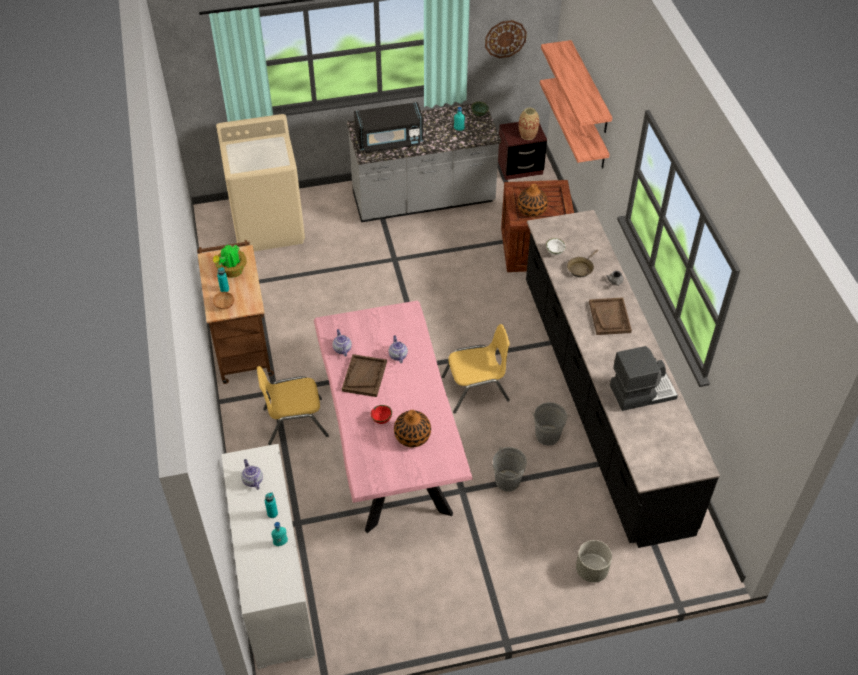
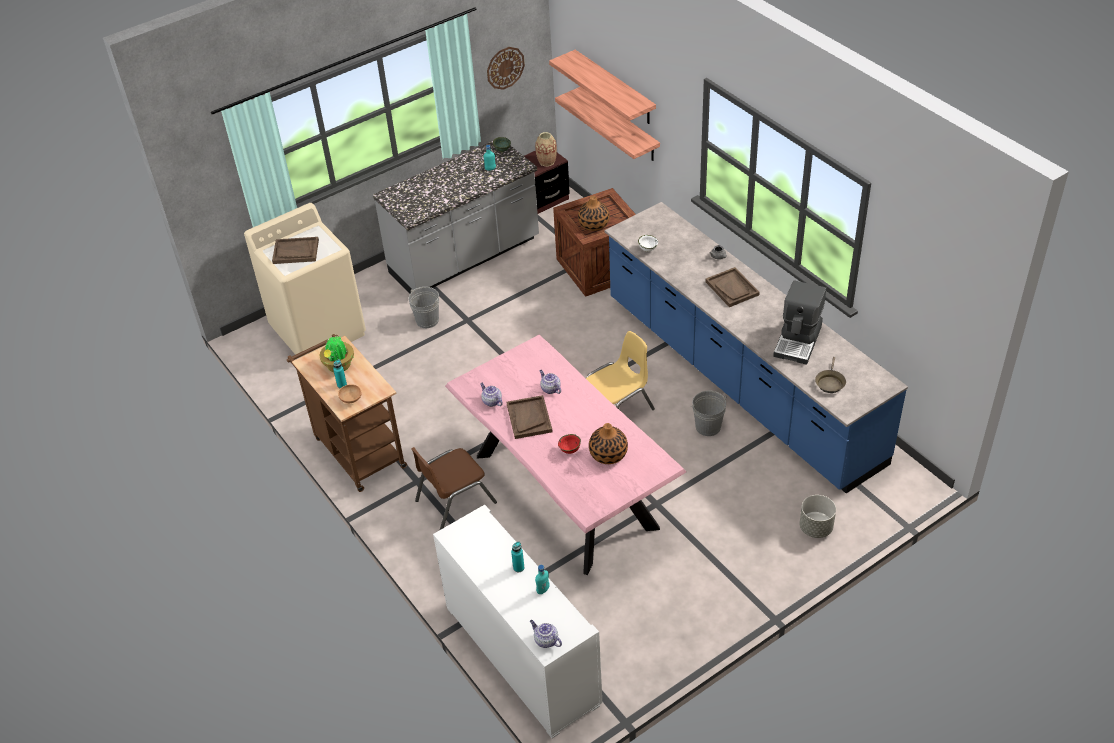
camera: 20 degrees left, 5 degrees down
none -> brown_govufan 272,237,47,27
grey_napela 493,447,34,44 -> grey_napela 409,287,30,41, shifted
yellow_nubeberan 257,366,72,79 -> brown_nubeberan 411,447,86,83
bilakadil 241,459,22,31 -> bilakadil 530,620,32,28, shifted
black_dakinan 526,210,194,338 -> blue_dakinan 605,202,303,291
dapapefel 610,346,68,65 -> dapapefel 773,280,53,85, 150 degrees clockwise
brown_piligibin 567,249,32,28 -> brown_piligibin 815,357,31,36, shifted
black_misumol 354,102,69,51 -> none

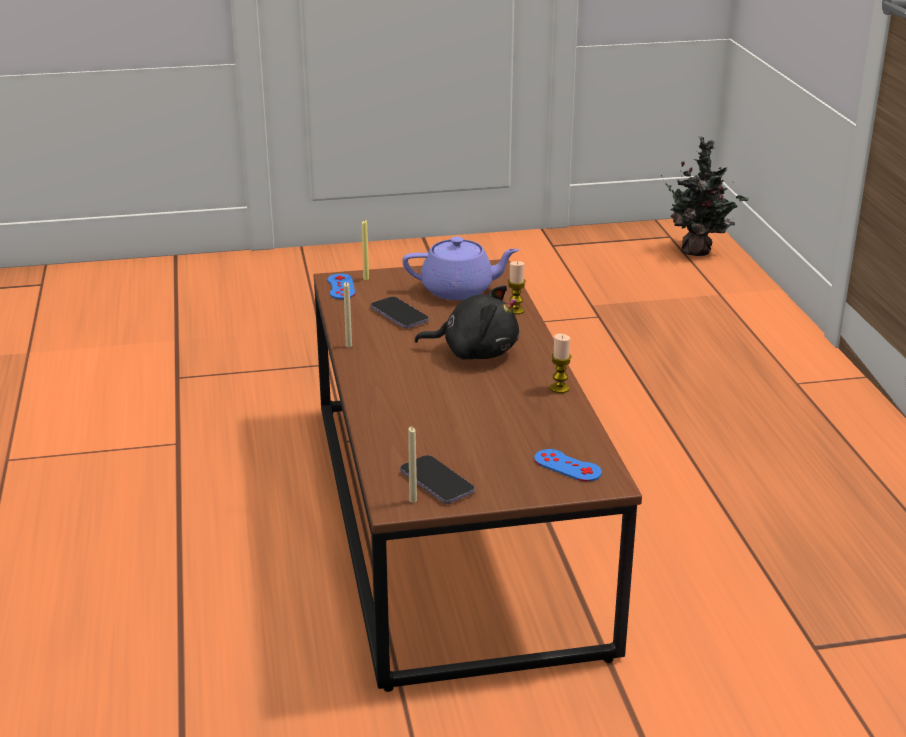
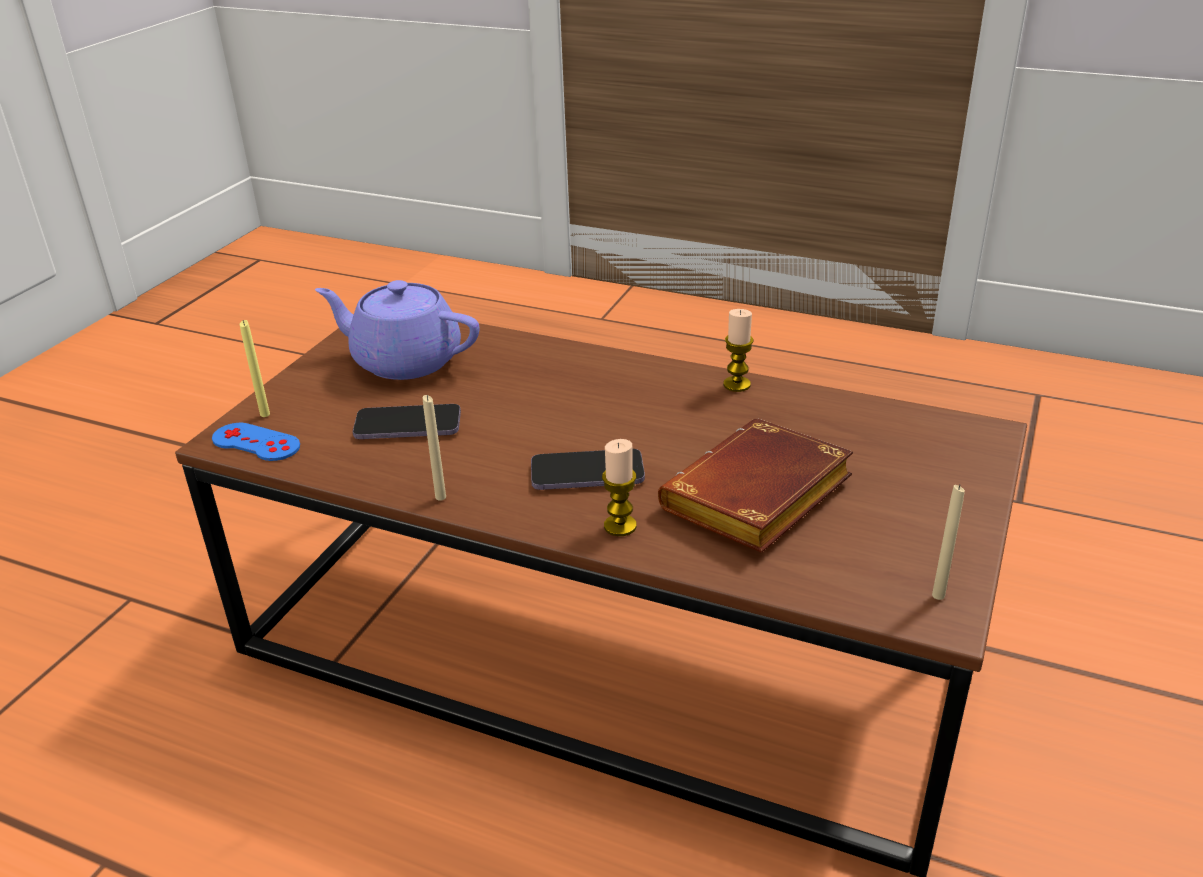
camera: 55 degrees left, 5 degrees up
purple_bilakadil 402,237,117,63 -> purple_bilakadil 315,280,165,100, 105 degrees counterclockwise
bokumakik 400,455,75,49 -> bokumakik 531,449,114,41, shifted
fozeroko 508,261,18,54 -> fozeroko 602,439,35,97, shifted
none -> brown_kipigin 658,418,195,135
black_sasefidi 414,285,105,75 -> none
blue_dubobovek 534,449,68,33 -> none
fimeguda 661,137,88,119 -> none

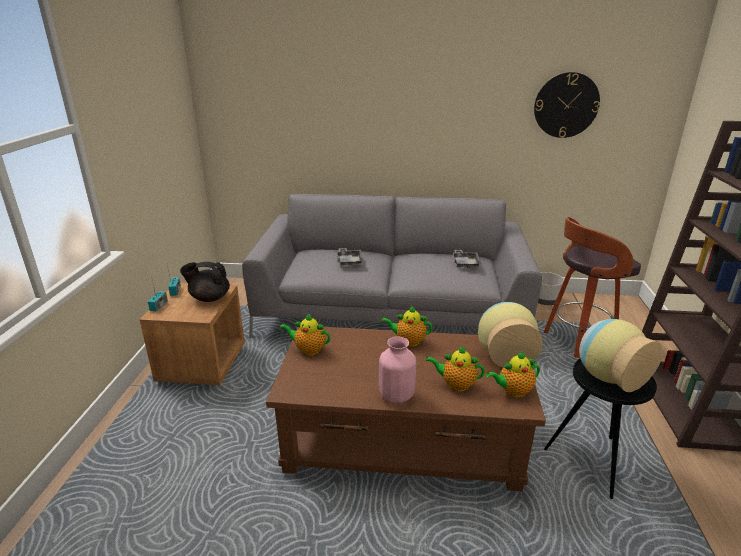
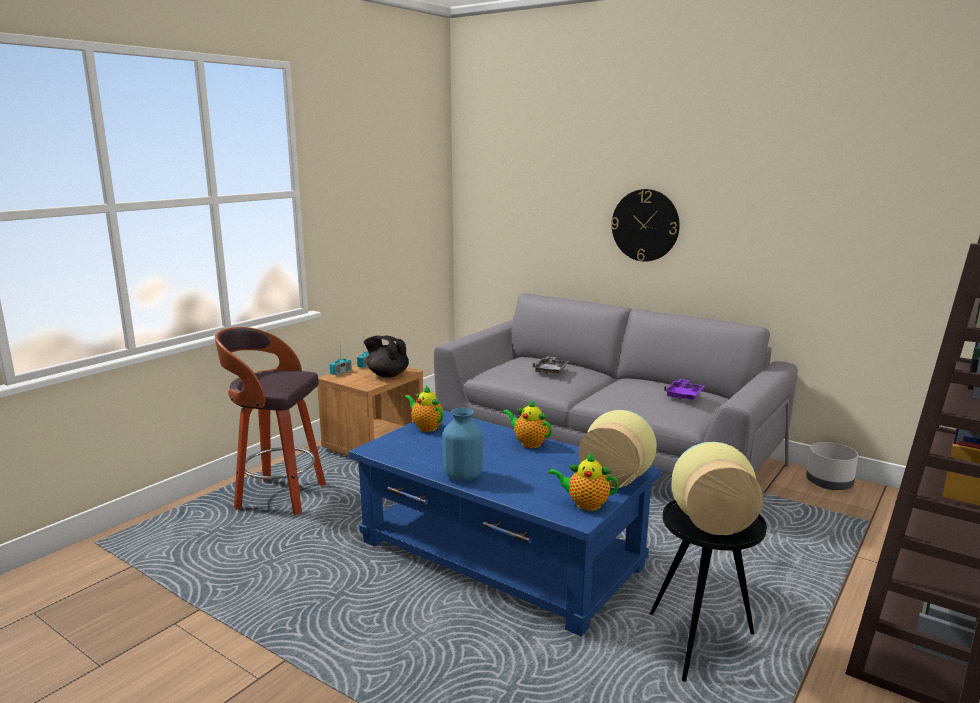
camera: 30 degrees right, 10 degrees down
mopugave 544,217,97,141 -> mopugave 215,327,111,188, shifted
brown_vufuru 266,327,280,165 -> blue_vufuru 349,410,312,226
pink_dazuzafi 379,336,37,67 -> blue_dazuzafi 443,408,40,73
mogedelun 534,72,66,66 -> mogedelun 611,189,69,73, shifted
grey_govufan 453,250,28,18 -> purple_govufan 664,379,41,21
bilakadil 426,346,59,45 -> none

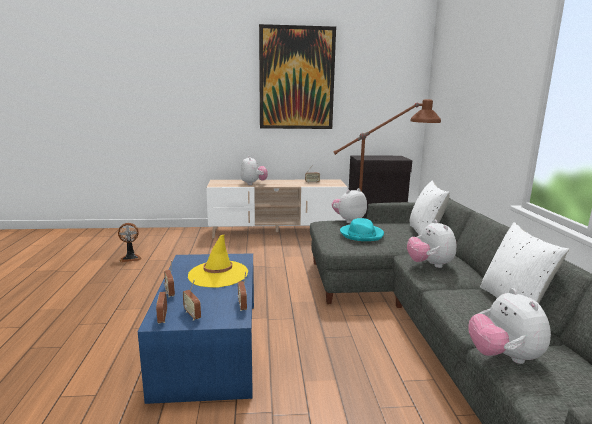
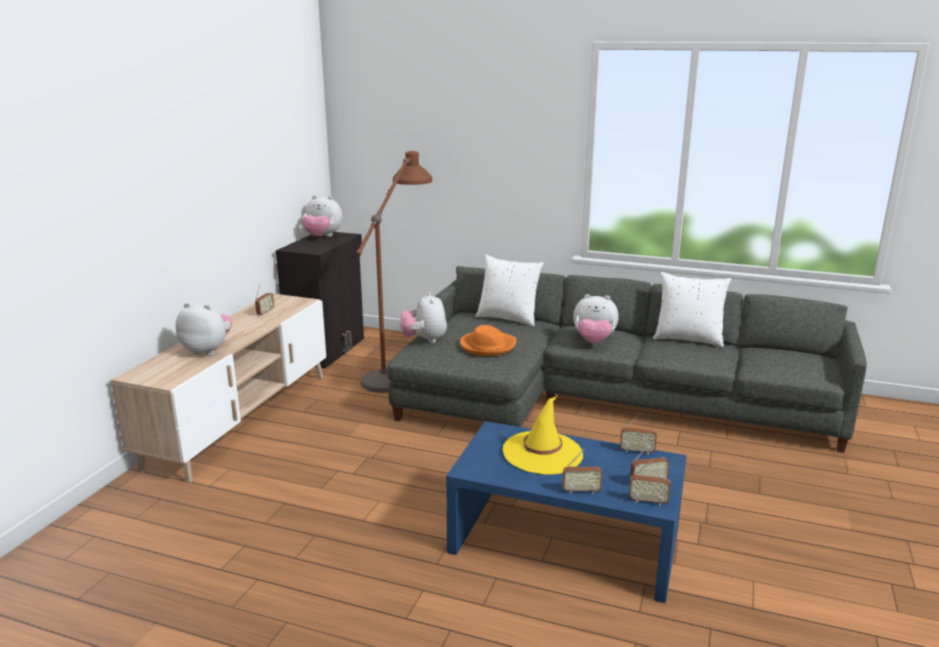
camera: 65 degrees left, 5 degrees up
sasefidi 469,288,82,76 -> sasefidi 302,195,40,42, shifted
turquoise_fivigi 340,218,44,23 -> orange_fivigi 460,325,57,31
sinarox 118,223,24,39 -> none
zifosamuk 259,24,77,105 -> none

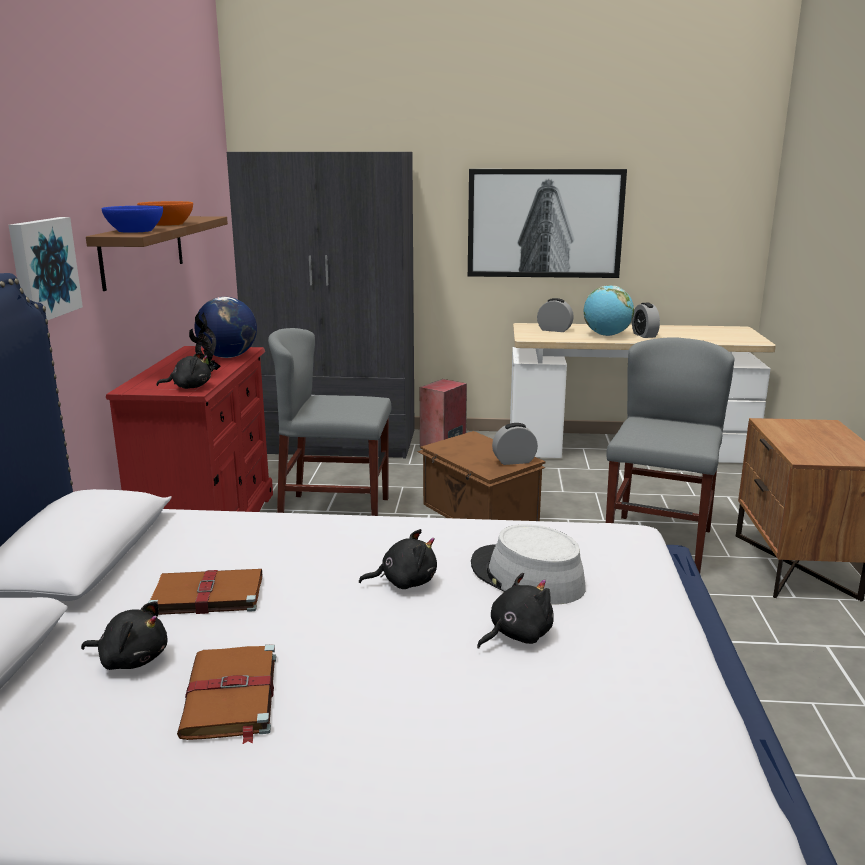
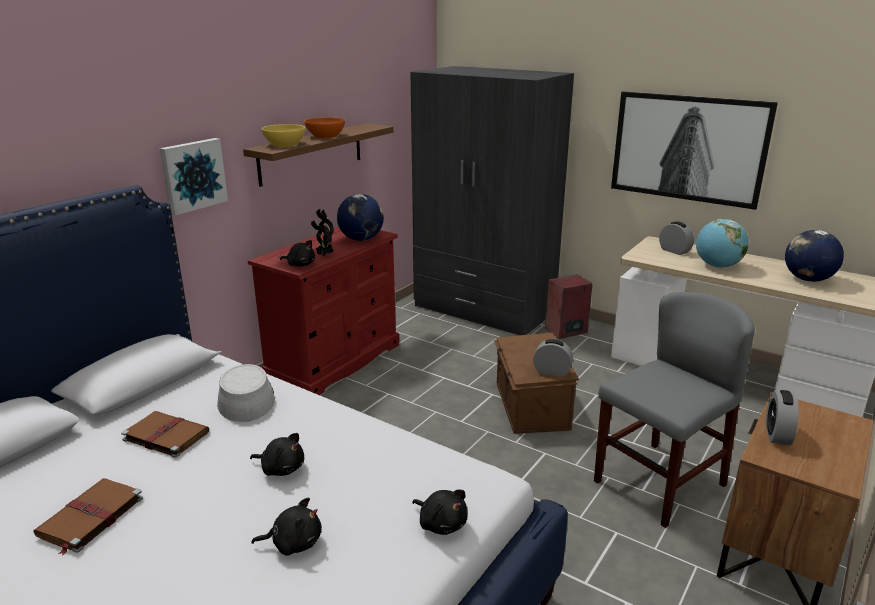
camera: 30 degrees right, 5 degrees up
grey_fivigi 471,524,115,81 -> grey_fivigi 217,364,58,58, shifted
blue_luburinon 102,206,61,27 -> yellow_luburinon 262,124,43,23
black_sasefidi 81,601,86,69 -> black_sasefidi 412,489,56,46, shifted
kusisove 632,303,28,35 -> kusisove 766,390,33,56, shifted
none -> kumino 785,230,59,52
grey_nubeberan 268,328,123,188 -> none

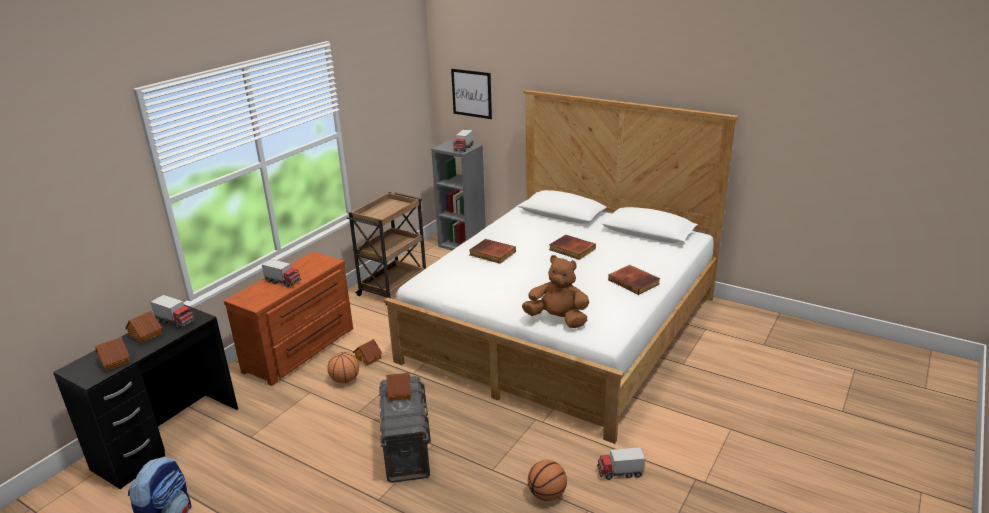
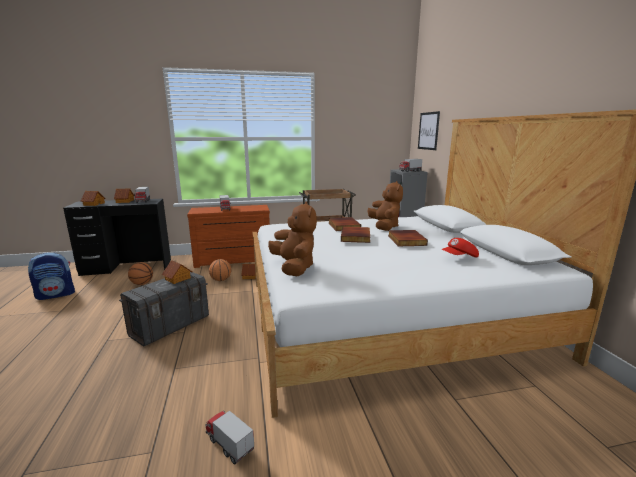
camera: 45 degrees right, 10 degrees down
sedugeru 528,460,39,41 -> sedugeru 128,262,25,23, shifted
kipigin 608,265,52,30 -> kipigin 341,227,29,16, shifted
none -> brown_sasefidi 368,181,35,50
none -> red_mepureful 442,238,37,19

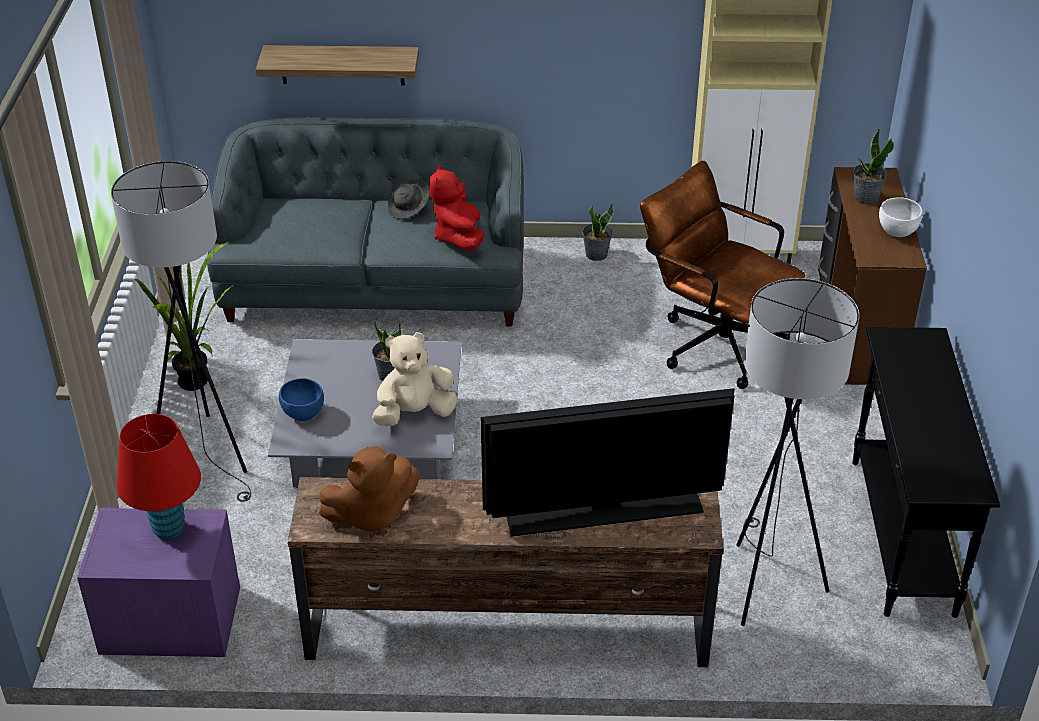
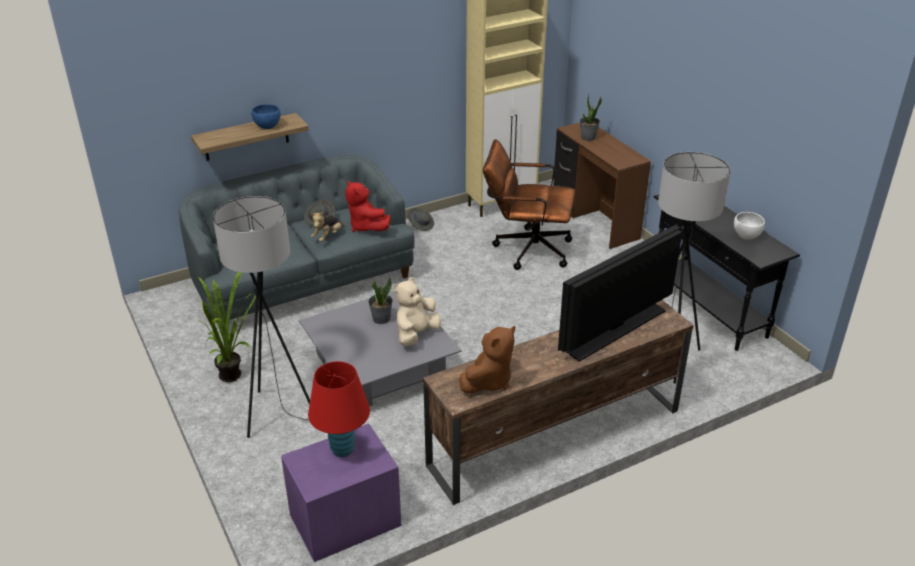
camera: 30 degrees left, 5 degrees down
blue_luburinon 279,378,45,43 -> blue_luburinon 251,104,30,25, shifted
none -> sasefidi 311,212,33,30
fimeguda 582,203,31,58 -> grey_fivigi 407,208,27,23
white_luburinon 879,197,44,40 -> white_luburinon 734,212,31,28, shifted

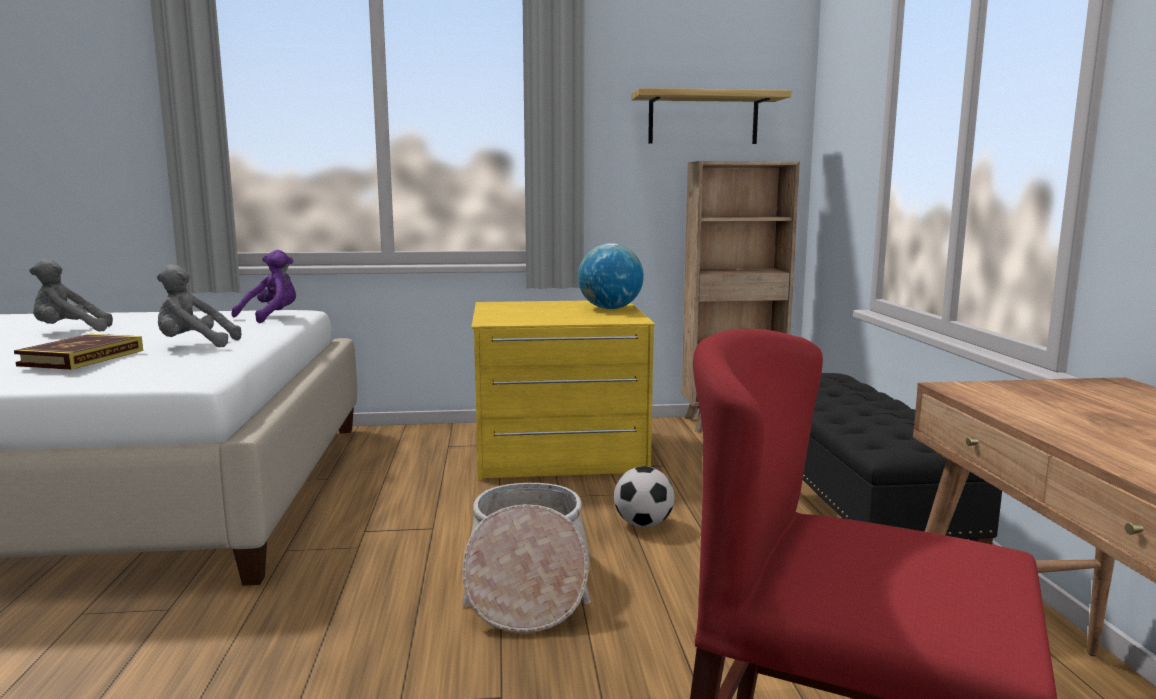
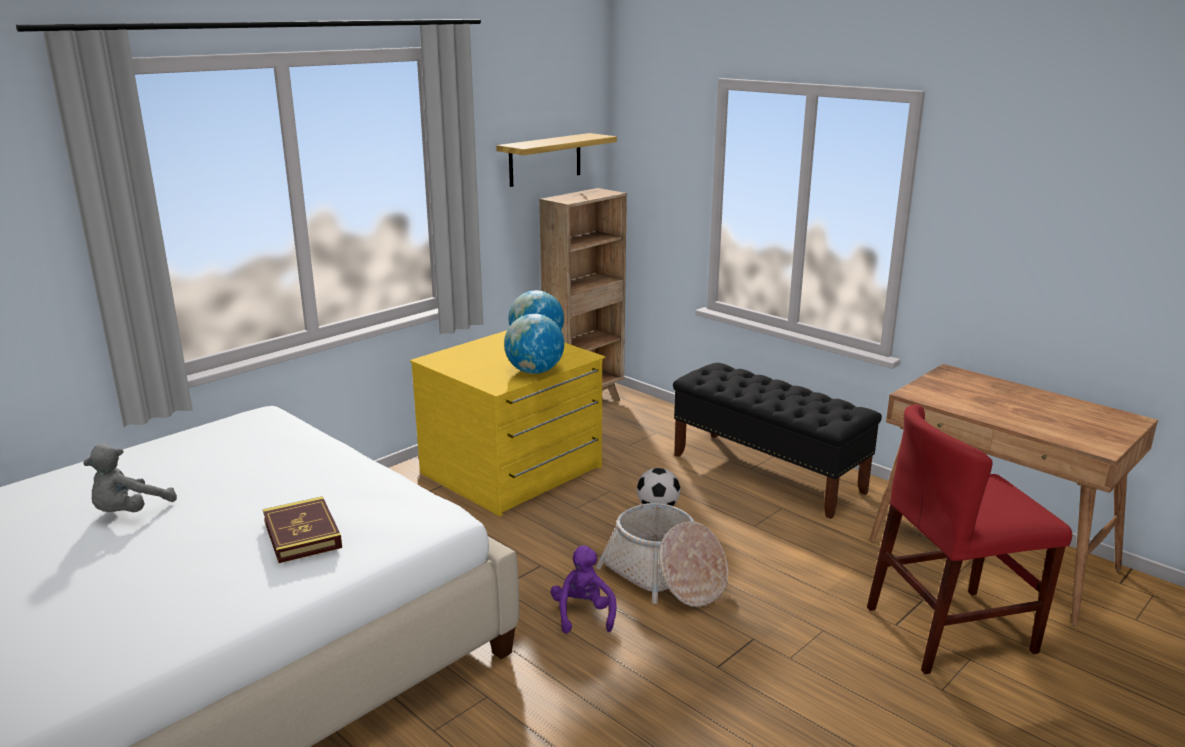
camera: 40 degrees left, 10 degrees up
none -> kumino 504,314,60,60
purple_sasefidi 231,250,65,73 -> purple_sasefidi 551,545,66,89, shifted
grey_sasefidi 157,265,84,82 -> none

